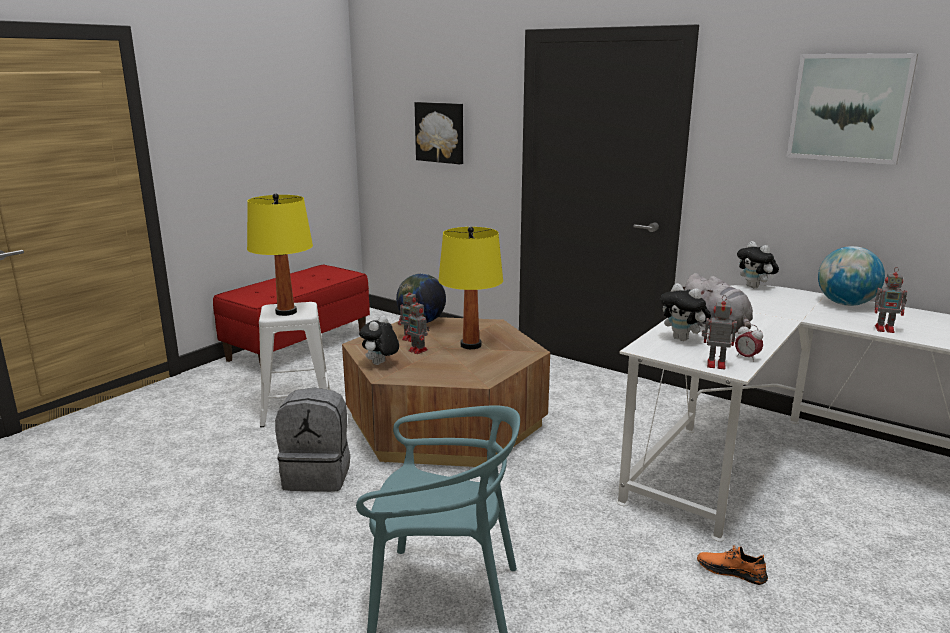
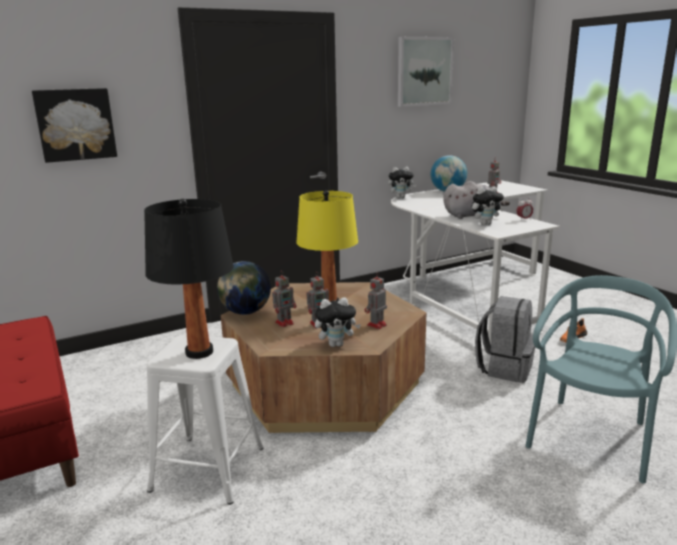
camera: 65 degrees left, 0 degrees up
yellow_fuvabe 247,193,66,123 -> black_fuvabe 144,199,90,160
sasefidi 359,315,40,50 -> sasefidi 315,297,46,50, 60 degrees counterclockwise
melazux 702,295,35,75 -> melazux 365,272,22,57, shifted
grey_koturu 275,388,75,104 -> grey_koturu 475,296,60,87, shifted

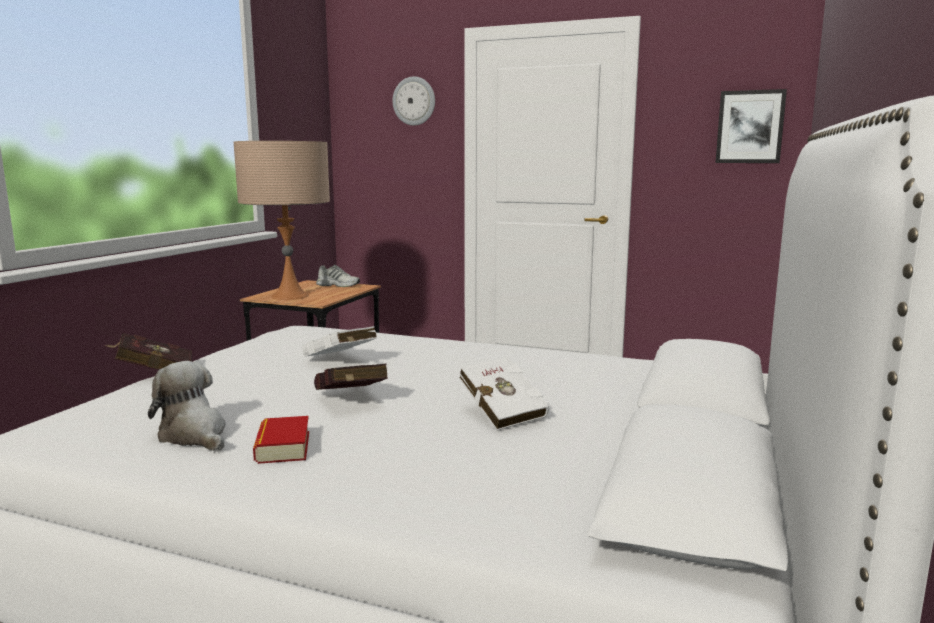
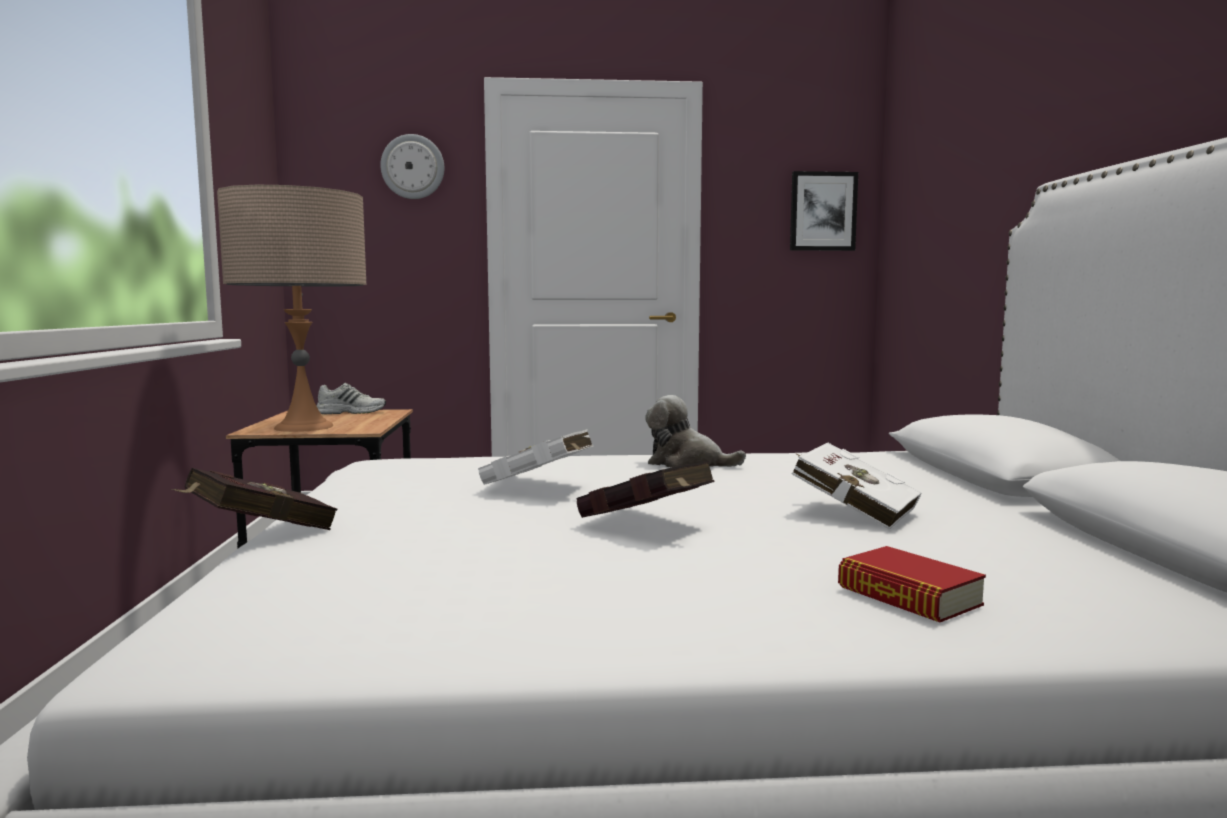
camera: 25 degrees left, 5 degrees down
sasefidi 148,361,78,90 -> sasefidi 645,395,101,73, shifted
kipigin 253,416,56,48 -> kipigin 838,546,148,76, shifted

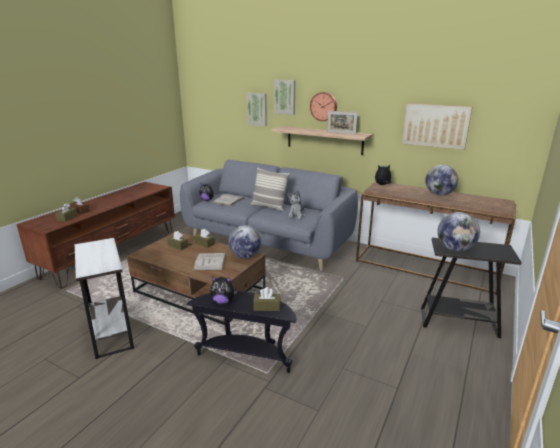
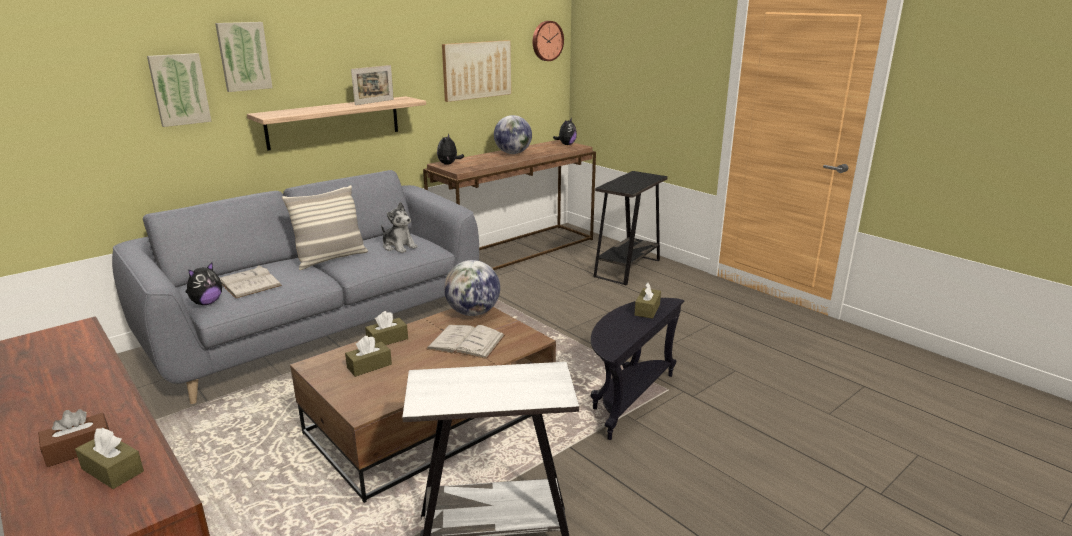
camera: 70 degrees left, 0 degrees up
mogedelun 310,92,27,29 -> mogedelun 533,21,31,40, shifted
sasefidi 210,276,28,28 -> sasefidi 553,118,24,27, shifted
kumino 437,212,43,39 -> none

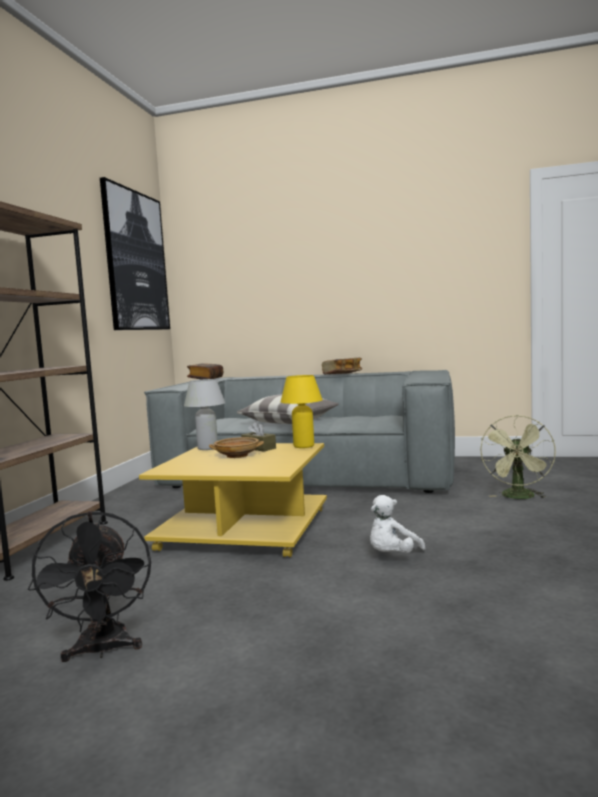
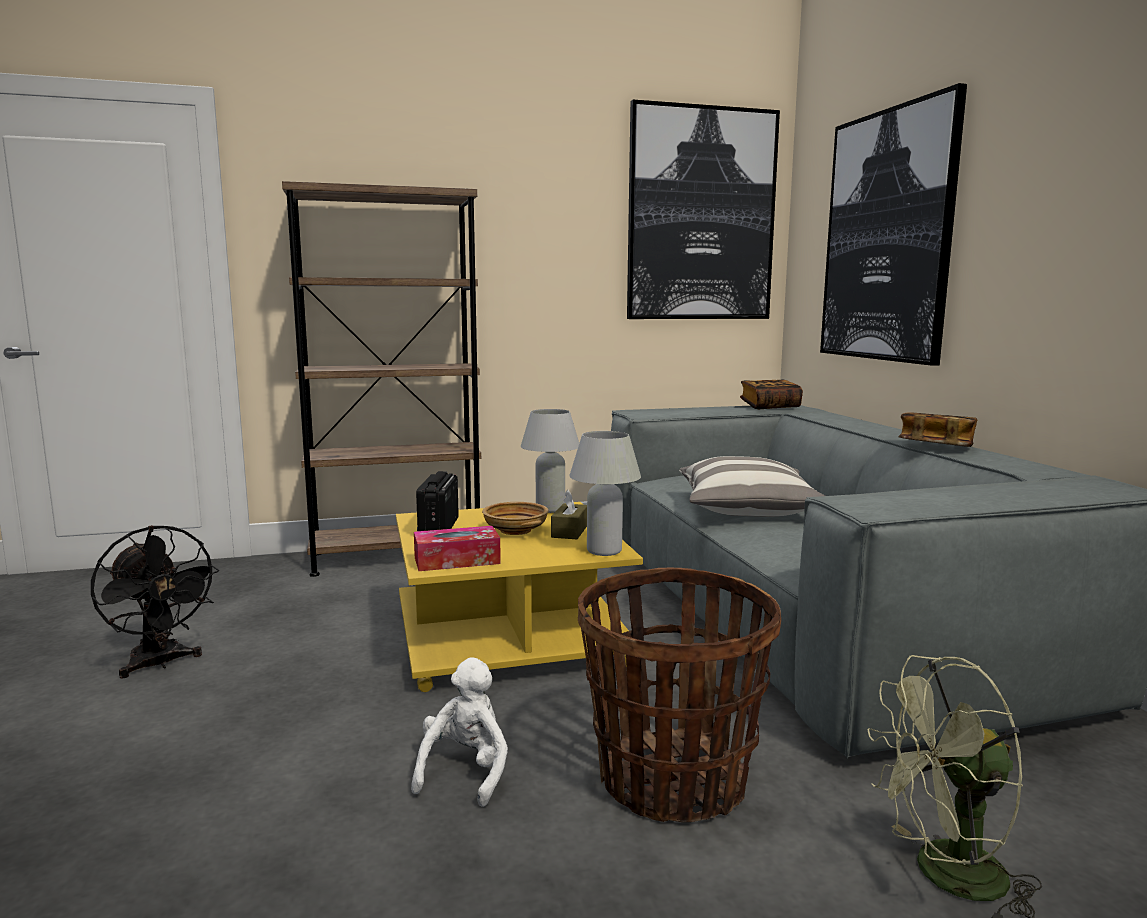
camera: 60 degrees right, 5 degrees up
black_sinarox 28,511,123,151 -> black_sinarox 91,525,128,153, 90 degrees counterclockwise
white_sasefidi 370,495,56,58 -> white_sasefidi 411,657,97,150, 90 degrees clockwise
none -> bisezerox 414,526,87,45
none -> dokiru 416,471,43,60
yellow_fuvabe 281,375,42,73 -> white_fuvabe 569,431,72,125
none -> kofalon 578,568,203,254
none -> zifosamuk 820,83,147,283

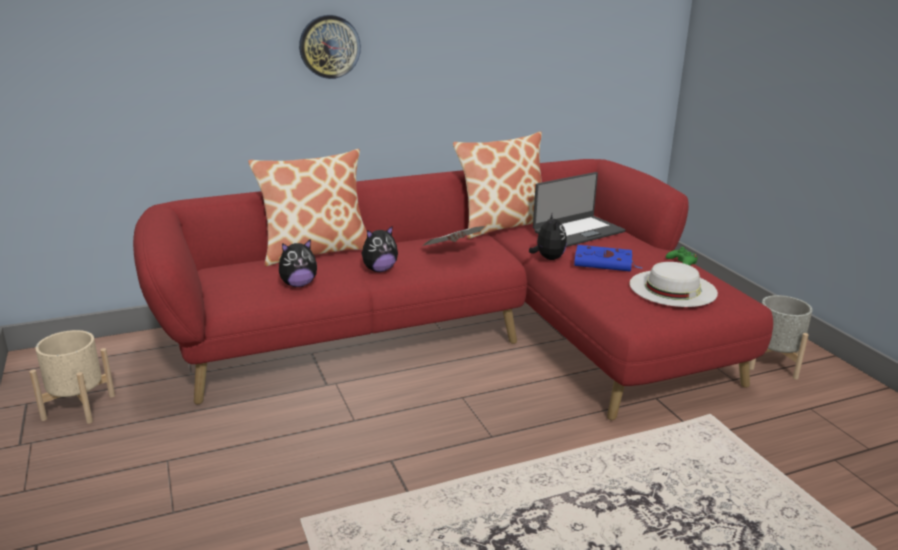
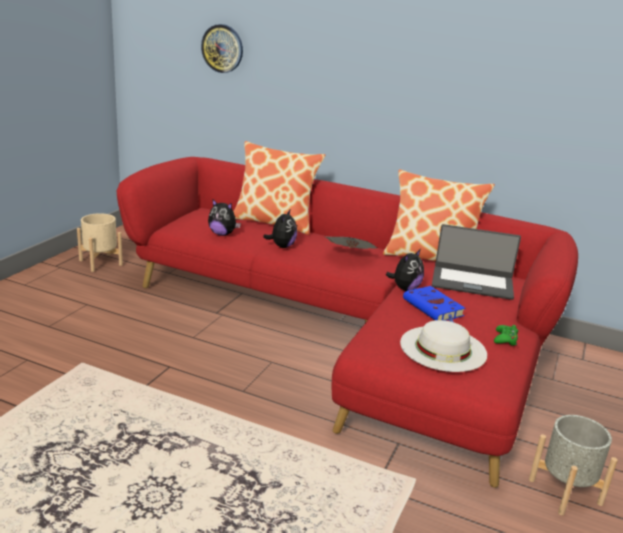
camera: 45 degrees right, 0 degrees up
mogedelun 299,15,62,64 -> mogedelun 201,24,42,49, shifted
sasefidi 361,226,37,46 -> sasefidi 263,210,34,38, 90 degrees counterclockwise

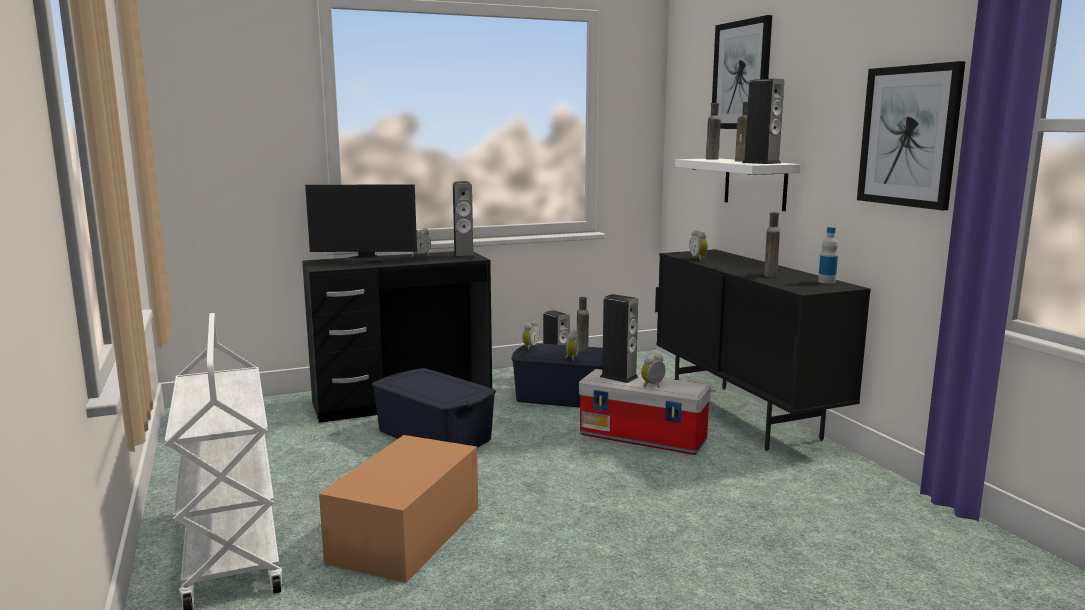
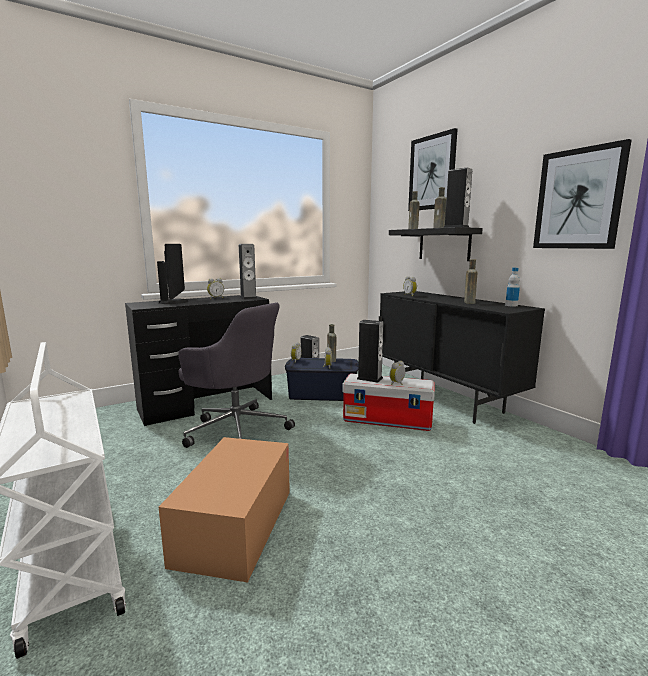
camera: 10 degrees left, 0 degrees up
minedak 305,185,112,79 -> minedak 157,244,31,60, 90 degrees counterclockwise
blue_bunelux 372,368,124,79 -> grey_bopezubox 178,303,117,145
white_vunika 675,158,126,53 -> black_vunika 389,227,94,34

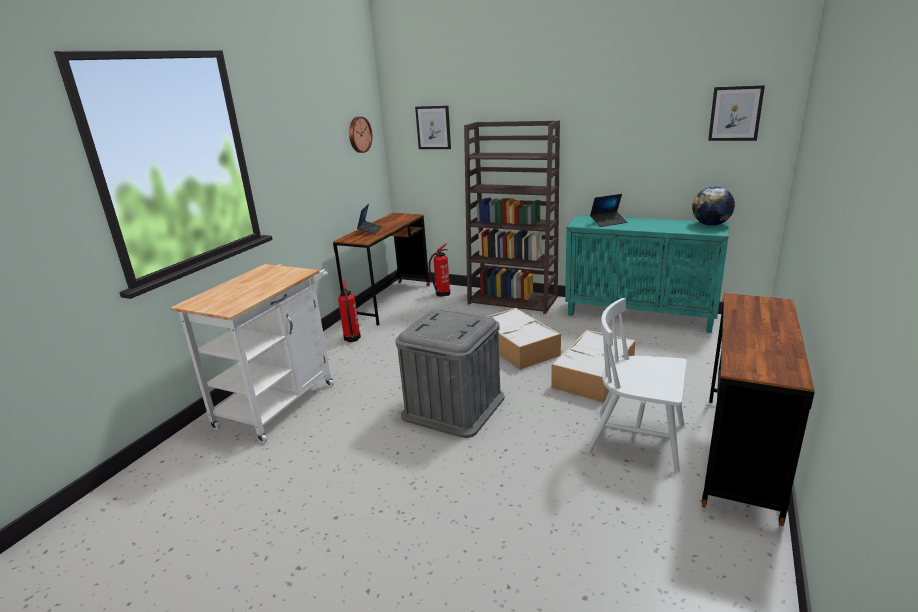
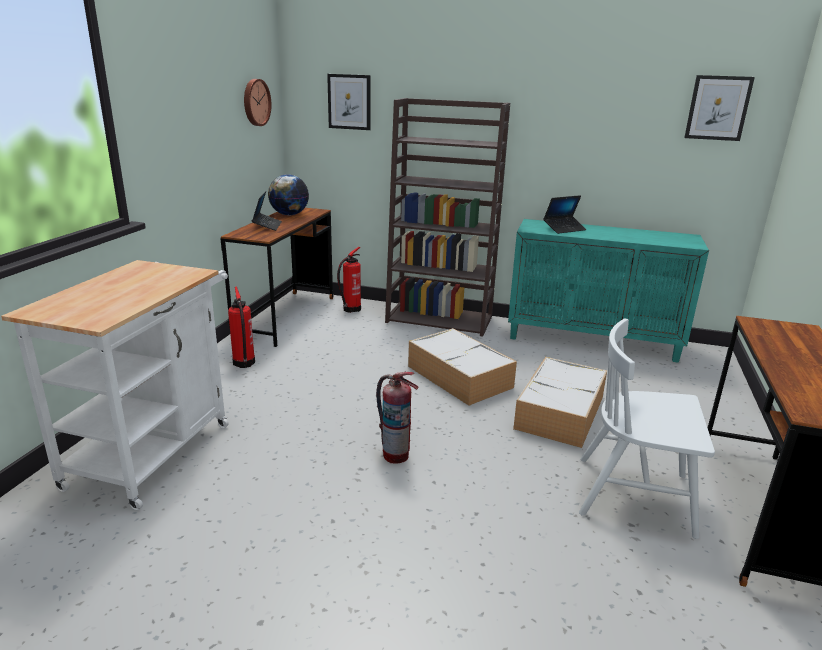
camera: 10 degrees left, 0 degrees up
kumino 692,186,43,40 -> kumino 268,174,41,41, shifted
grey_bunelux 395,308,109,130 -> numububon 376,372,43,91

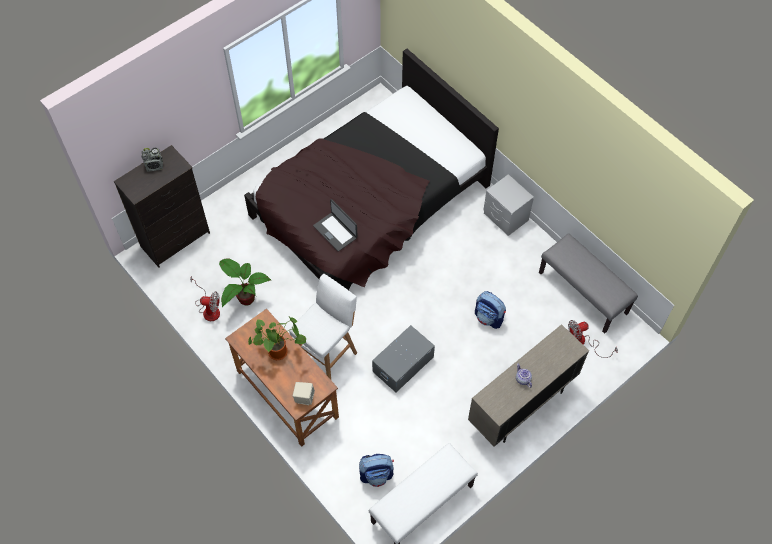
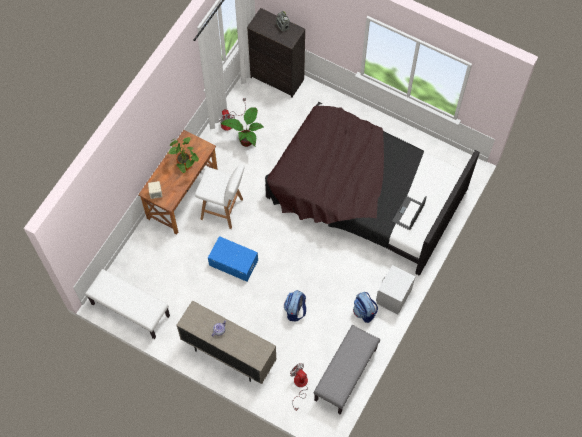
camera: 70 degrees right, 5 degrees up
grey_bunelux 372,325,63,67 -> blue_bunelux 208,236,50,46
koturu 359,454,35,33 -> koturu 353,292,25,31, shifted
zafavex 313,199,45,53 -> zafavex 392,196,35,34, shifted

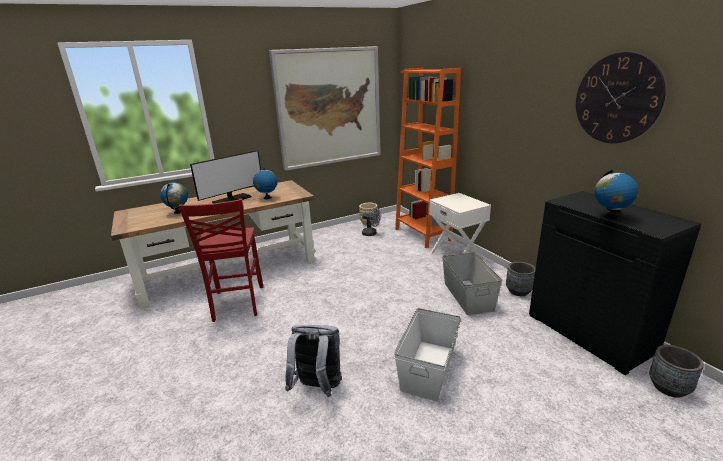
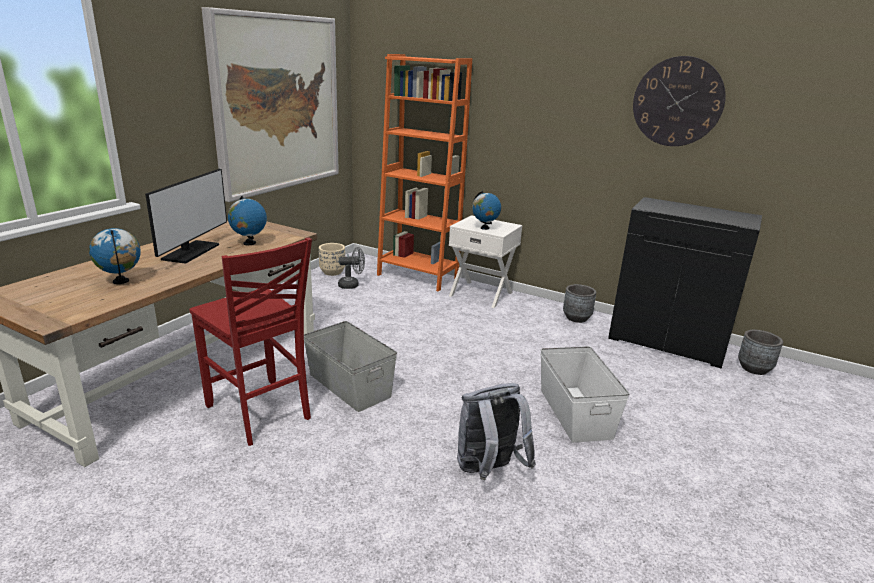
camera: 35 degrees left, 0 degrees up
grey_bunelux 442,252,60,63 -> grey_bunelux 304,321,93,91, shifted
kumino 594,170,44,49 -> kumino 472,191,29,39, shifted

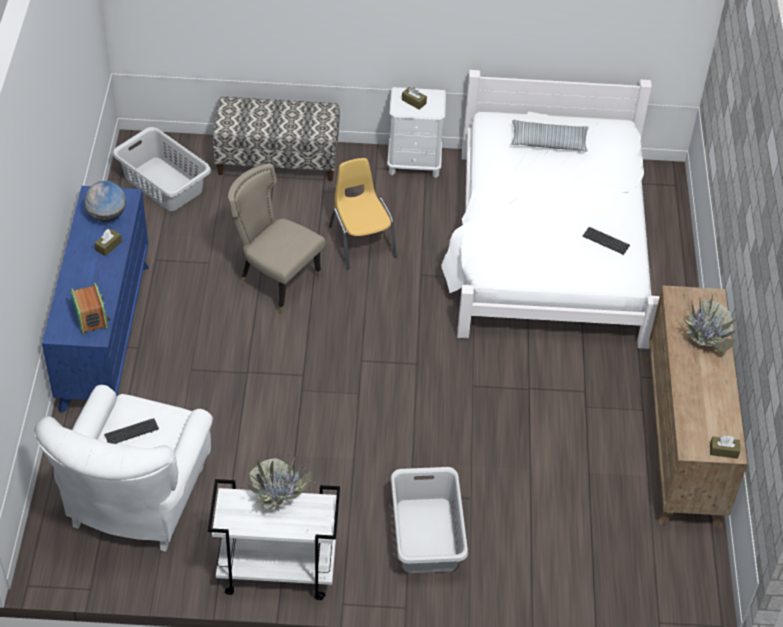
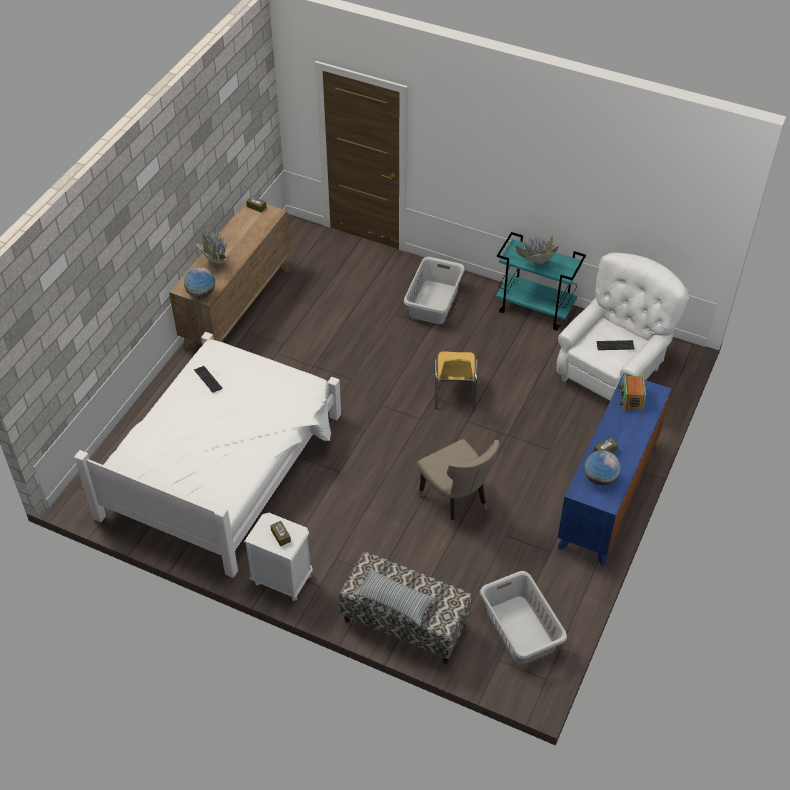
camera: 155 degrees left, 0 degrees up
none -> kumino 184,267,31,32
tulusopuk 511,120,78,32 -> tulusopuk 353,568,83,57, shifted
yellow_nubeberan 329,158,68,111 -> yellow_nubeberan 434,351,44,59, shifted
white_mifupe 208,479,132,121 -> turquoise_mifupe 496,232,90,99

